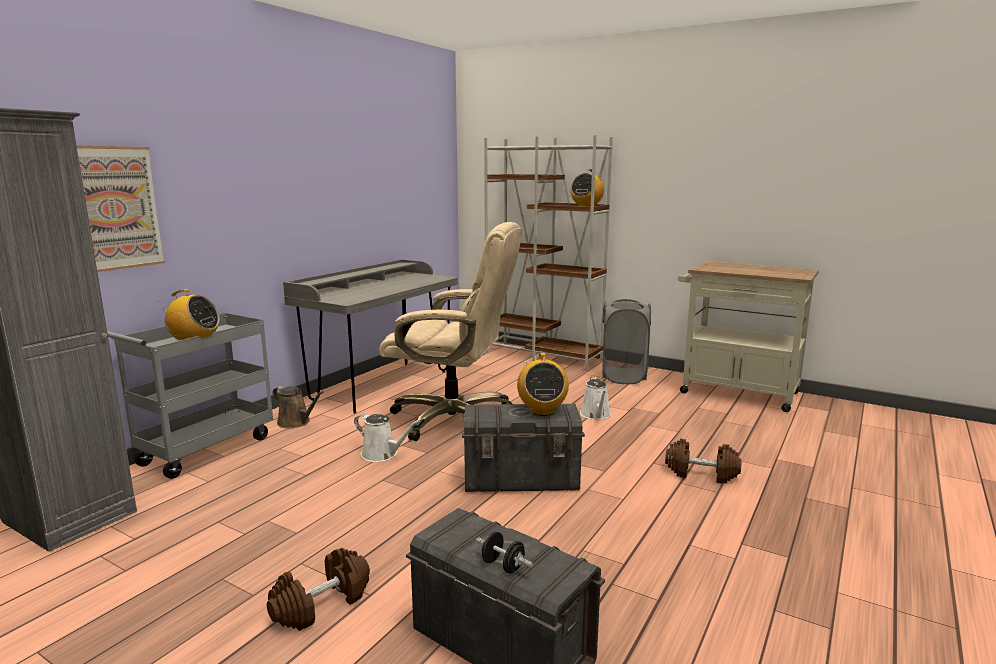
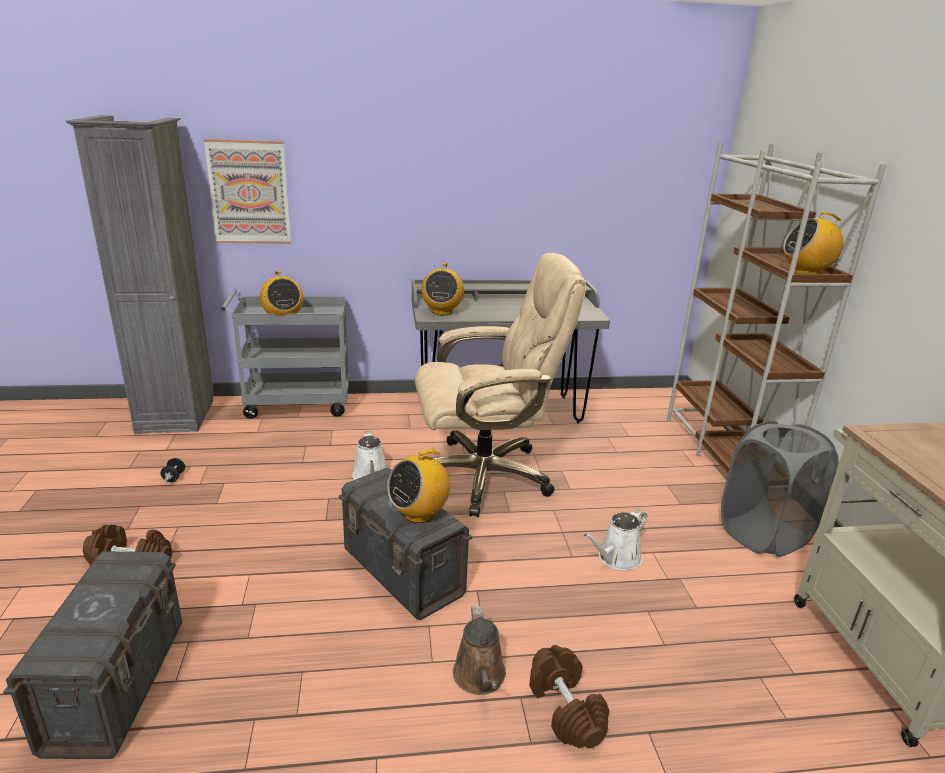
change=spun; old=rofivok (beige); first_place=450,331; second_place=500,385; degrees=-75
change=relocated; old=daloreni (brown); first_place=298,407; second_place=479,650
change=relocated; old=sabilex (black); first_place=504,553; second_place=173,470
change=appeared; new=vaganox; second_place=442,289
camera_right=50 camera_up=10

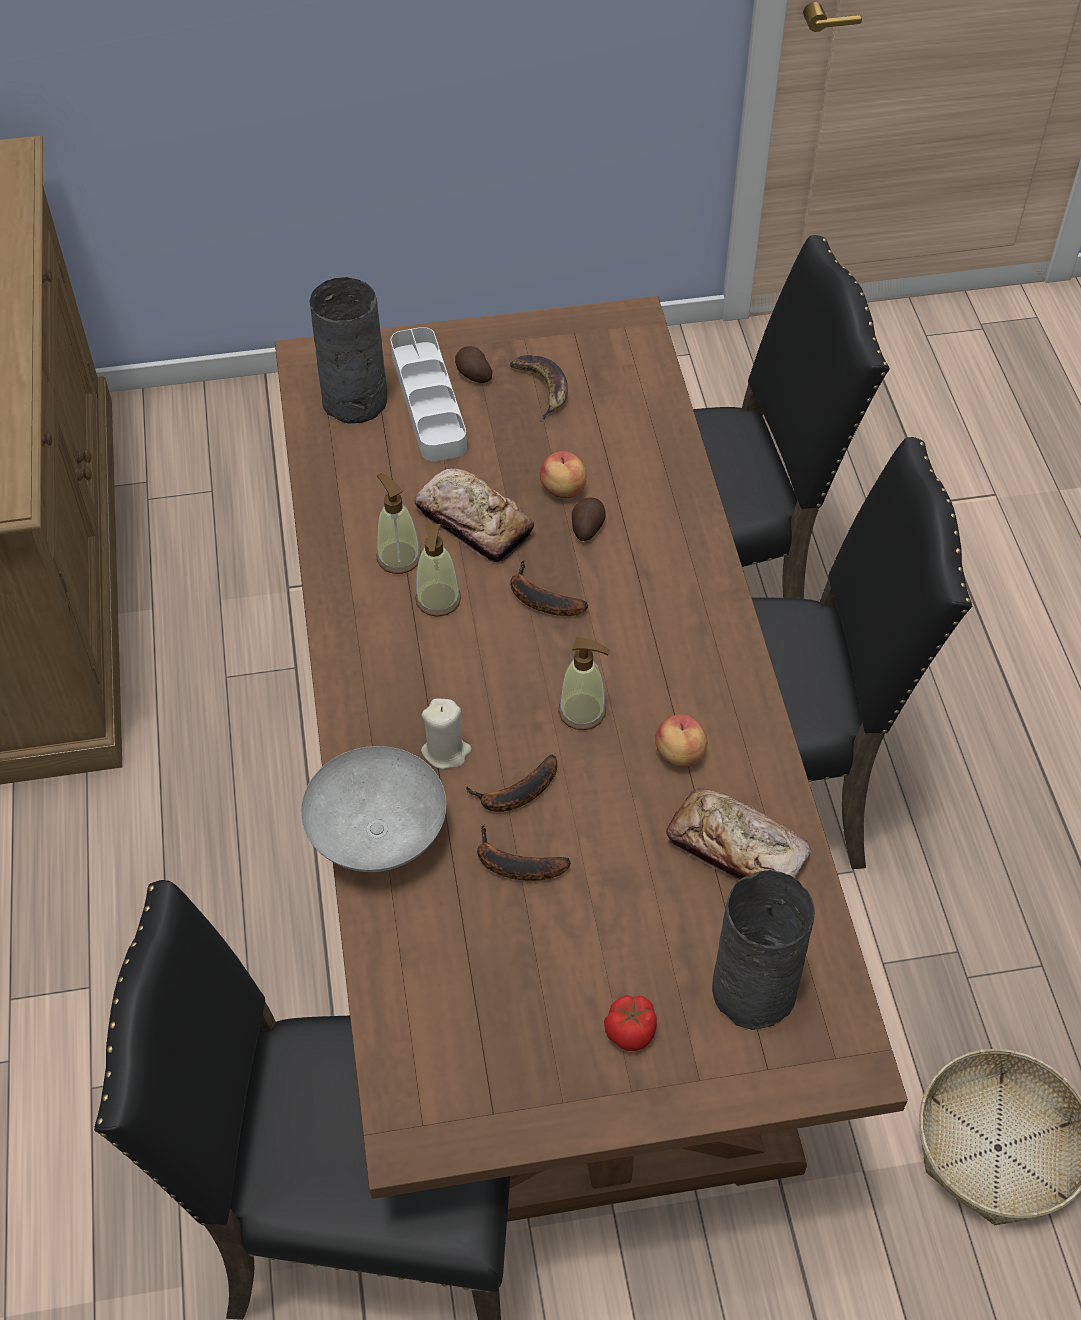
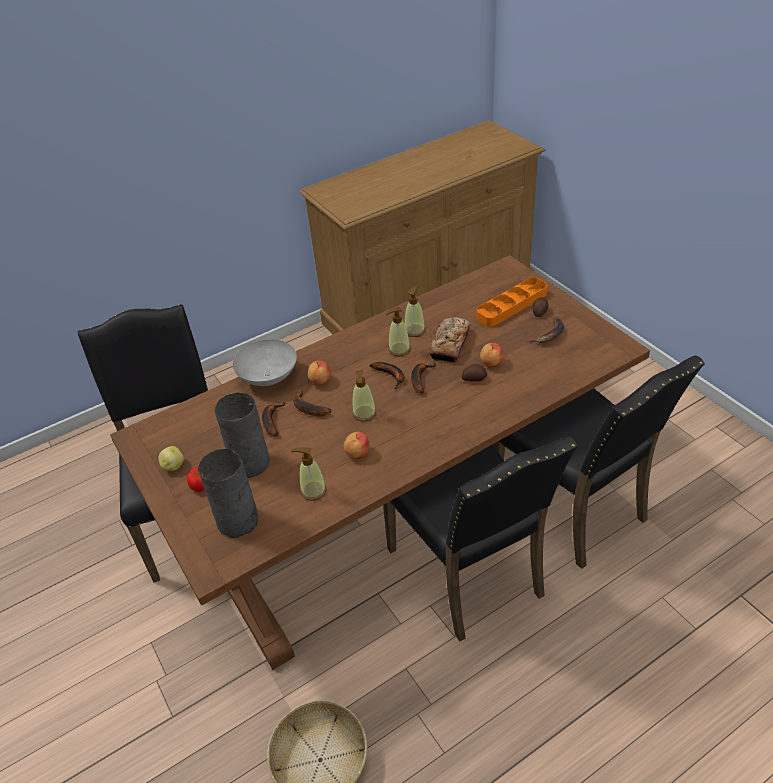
change=relocated; old=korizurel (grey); first_place=348,350; second_place=242,435
change=colour; old=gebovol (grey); new=gebovol (orange); first_place=429,394; second_place=511,302
change=exchanged; old=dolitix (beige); new=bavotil; first_place=446,733; second_place=319,373
change=exchanged; old=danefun; new=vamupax; first_place=738,834; second_place=308,474
change=appeared; new=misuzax; second_place=387,375
change=appeared; new=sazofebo; second_place=171,458
camera_right=70 camera_up=-10

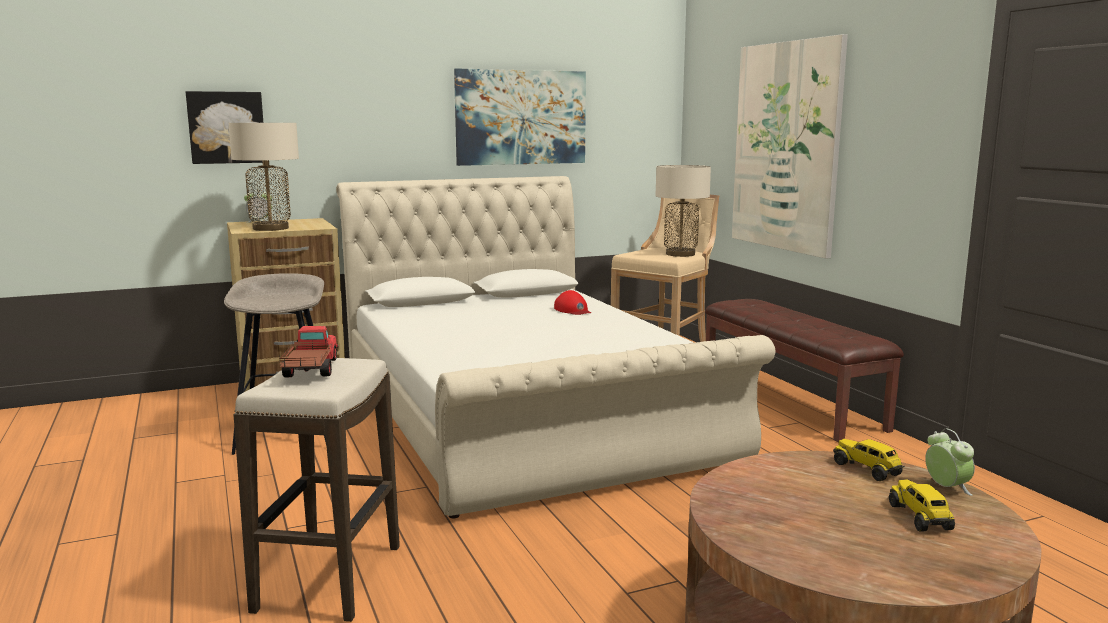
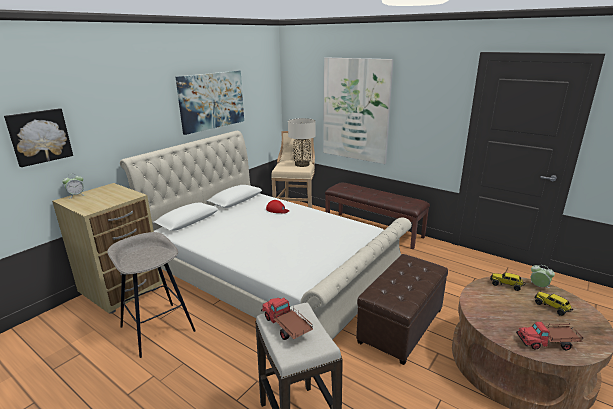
change=missing; old=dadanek; first_place=264,177
change=appeared; new=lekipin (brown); second_place=402,309
change=appeared; new=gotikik; second_place=550,336
camera_right=-30 camera_up=10

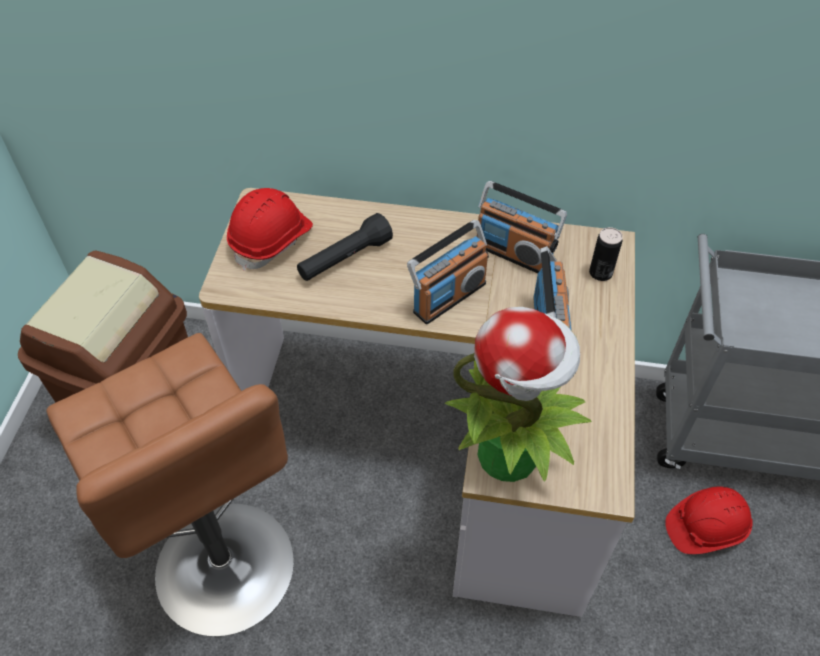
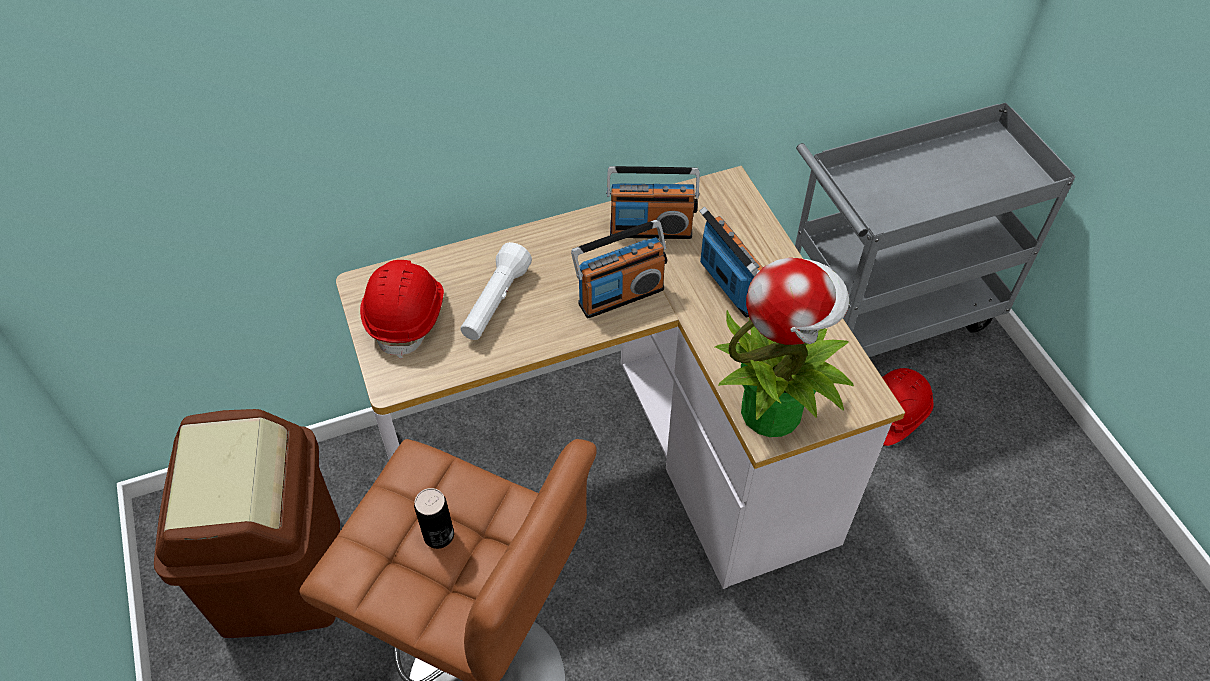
change=colour; old=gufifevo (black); new=gufifevo (white); first_place=345,247; second_place=496,291
change=spun; old=vaganox; first_place=448,272; second_place=619,269; degrees=45
change=relocated; old=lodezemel; first_place=606,254; second_place=434,518
camera_right=-30 camera_up=0

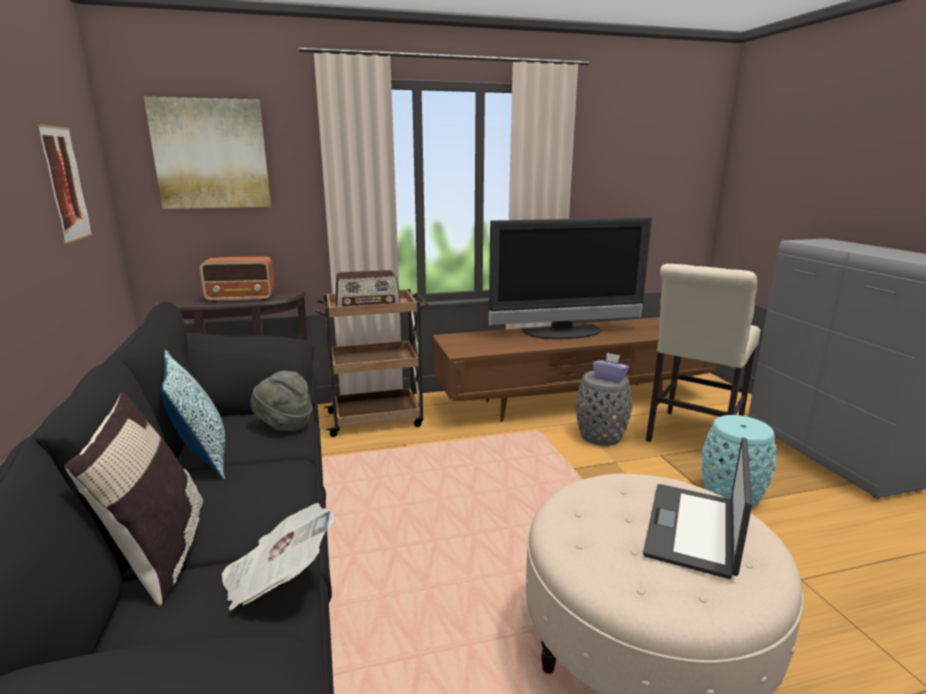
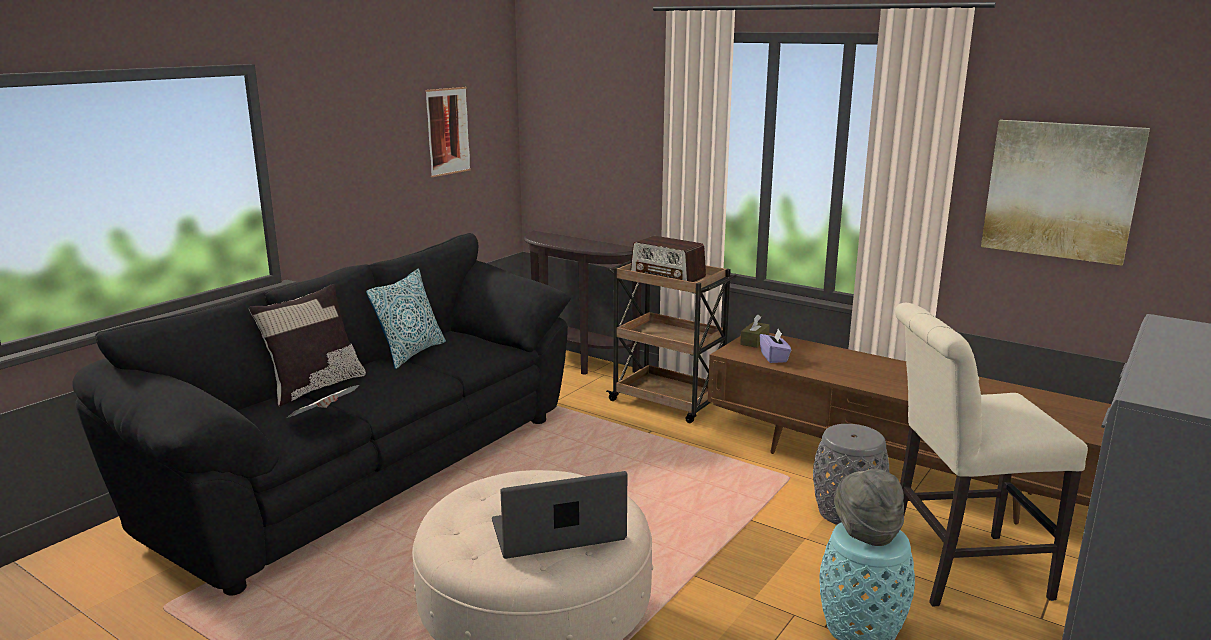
change=relocated; old=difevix; first_place=207,153; second_place=1065,193
change=missing; old=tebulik; first_place=570,278
change=missing; old=vaganox; first_place=237,279
change=relocated; old=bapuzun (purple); first_place=611,368; second_place=776,346
change=relocated; old=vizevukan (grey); first_place=281,401; second_place=869,507
change=appeared; new=bapuzun (brown); second_place=755,331
camera_right=50 camera_up=0

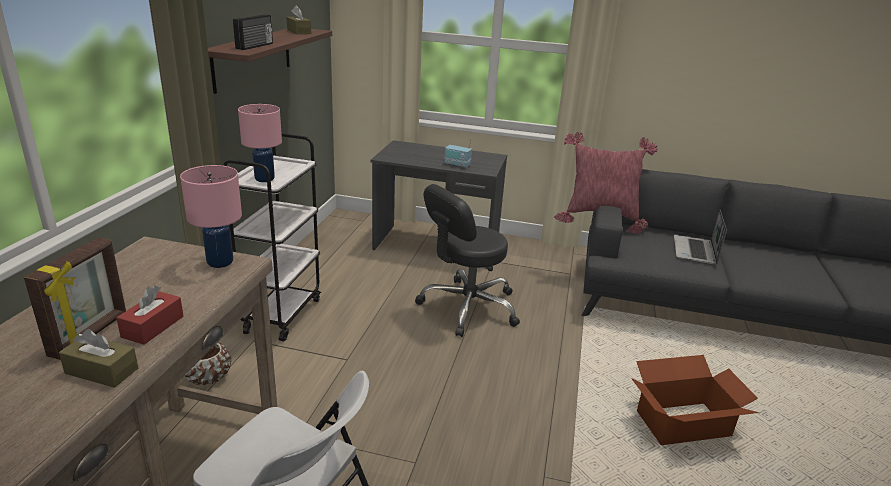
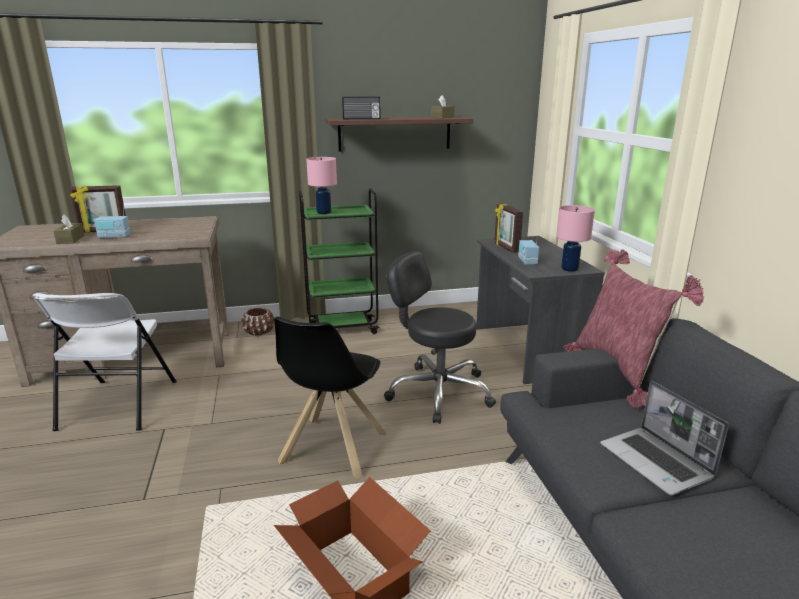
change=colour; old=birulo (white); new=birulo (green); first_place=272,237; second_place=339,261
change=relocated; old=dadanek (pink); first_place=211,216; second_place=575,238
change=spun; old=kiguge; first_place=700,237; second_place=664,438; degrees=-105
change=exchanged; old=bapuzun (red); new=vaganox; first_place=150,315; second_place=112,221
change=appeared; new=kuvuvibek; second_place=508,228
change=appeared; new=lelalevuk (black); second_place=330,398
camera_right=65 camera_up=-5

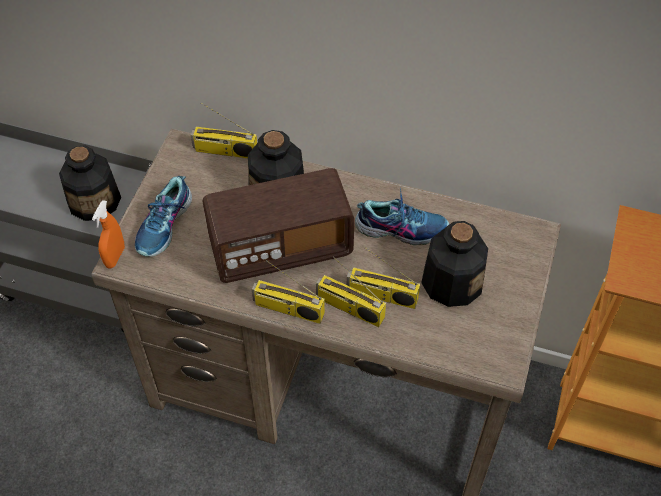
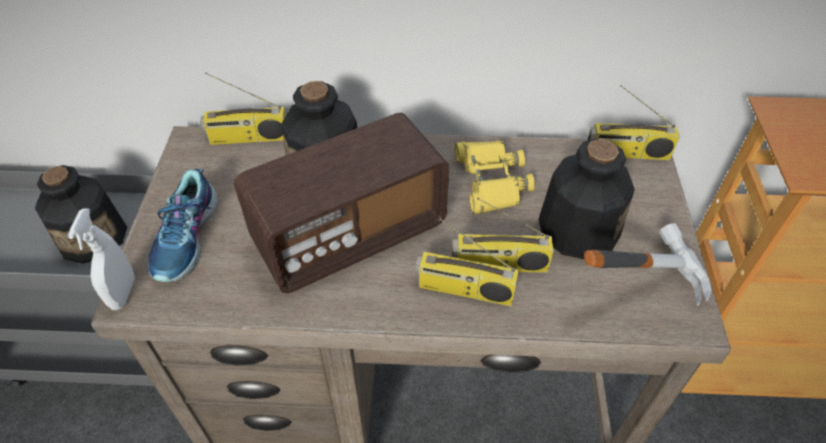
change=exchanged; old=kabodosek; new=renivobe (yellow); first_place=402,216; second_place=495,177
change=colour; old=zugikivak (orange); new=zugikivak (white); first_place=108,234; second_place=101,259
change=relocated; old=vaganox; first_place=288,292; second_place=633,122
change=appeared; new=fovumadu; second_place=647,264
camera_right=-15 camera_up=-5

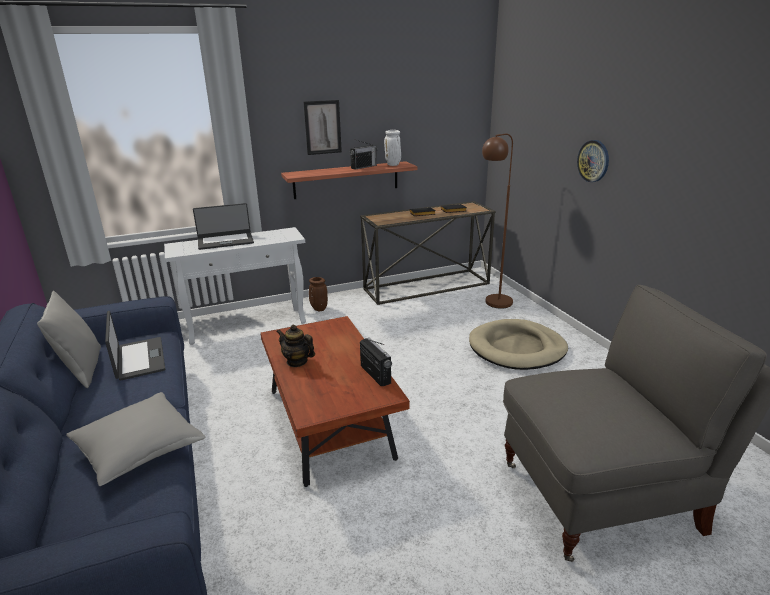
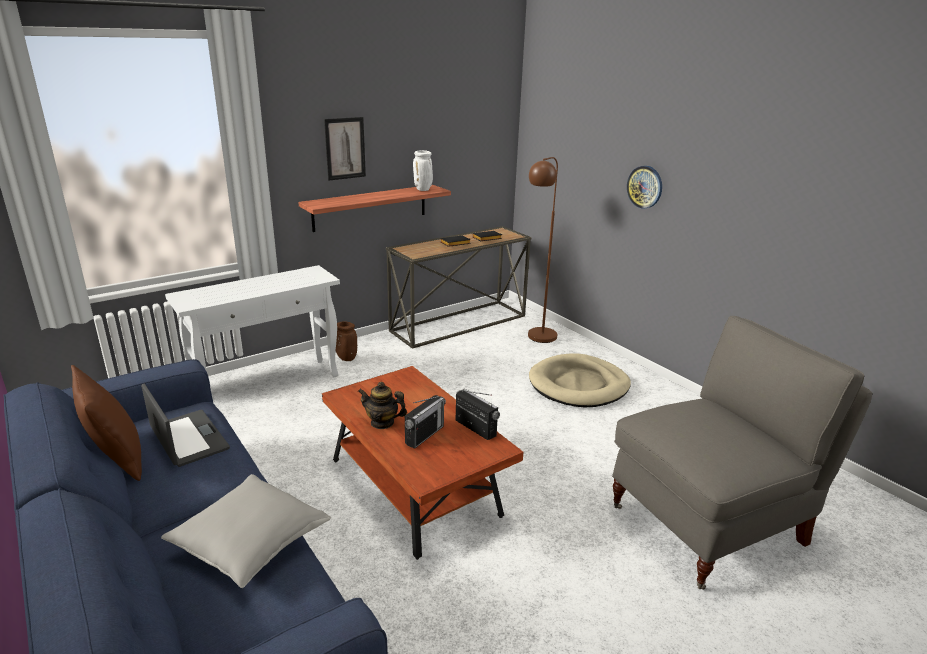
change=relocated; old=vaganox; first_place=364,154; second_place=425,422
change=missing; old=kiguge; first_place=223,226
change=colour; old=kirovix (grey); new=kirovix (brown); first_place=69,339; second_place=106,423
camera_right=-15 camera_up=0

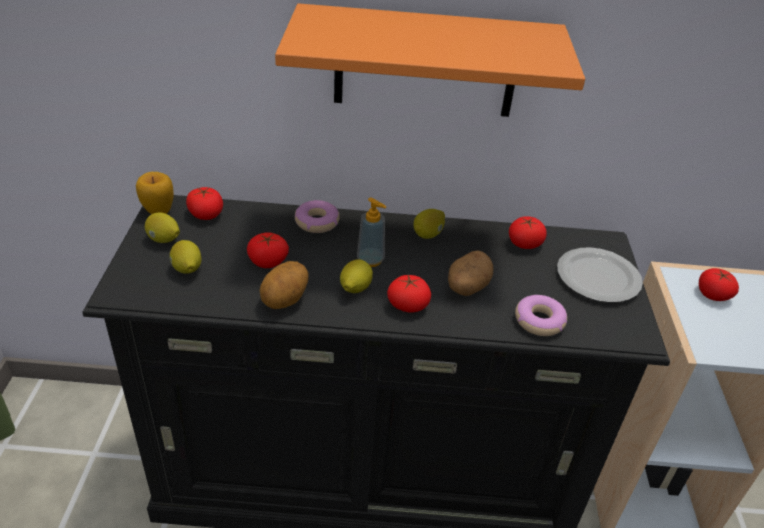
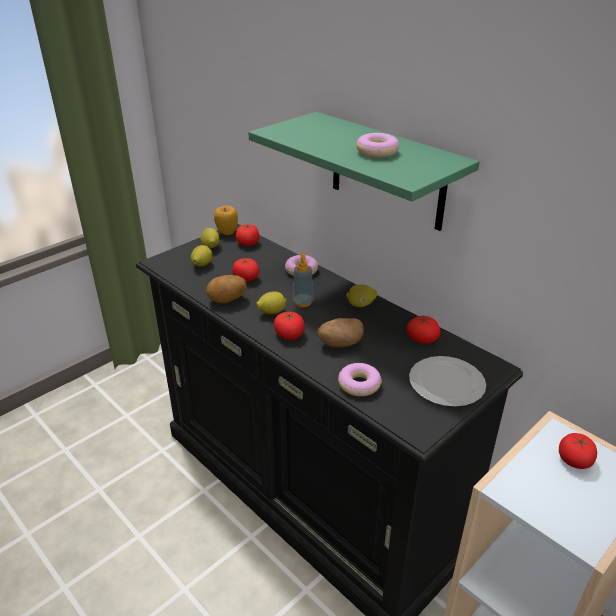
change=colour; old=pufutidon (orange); new=pufutidon (green); first_place=430,60; second_place=364,171
change=appeared; new=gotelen; second_place=377,145
camera_right=45 camera_up=-5

